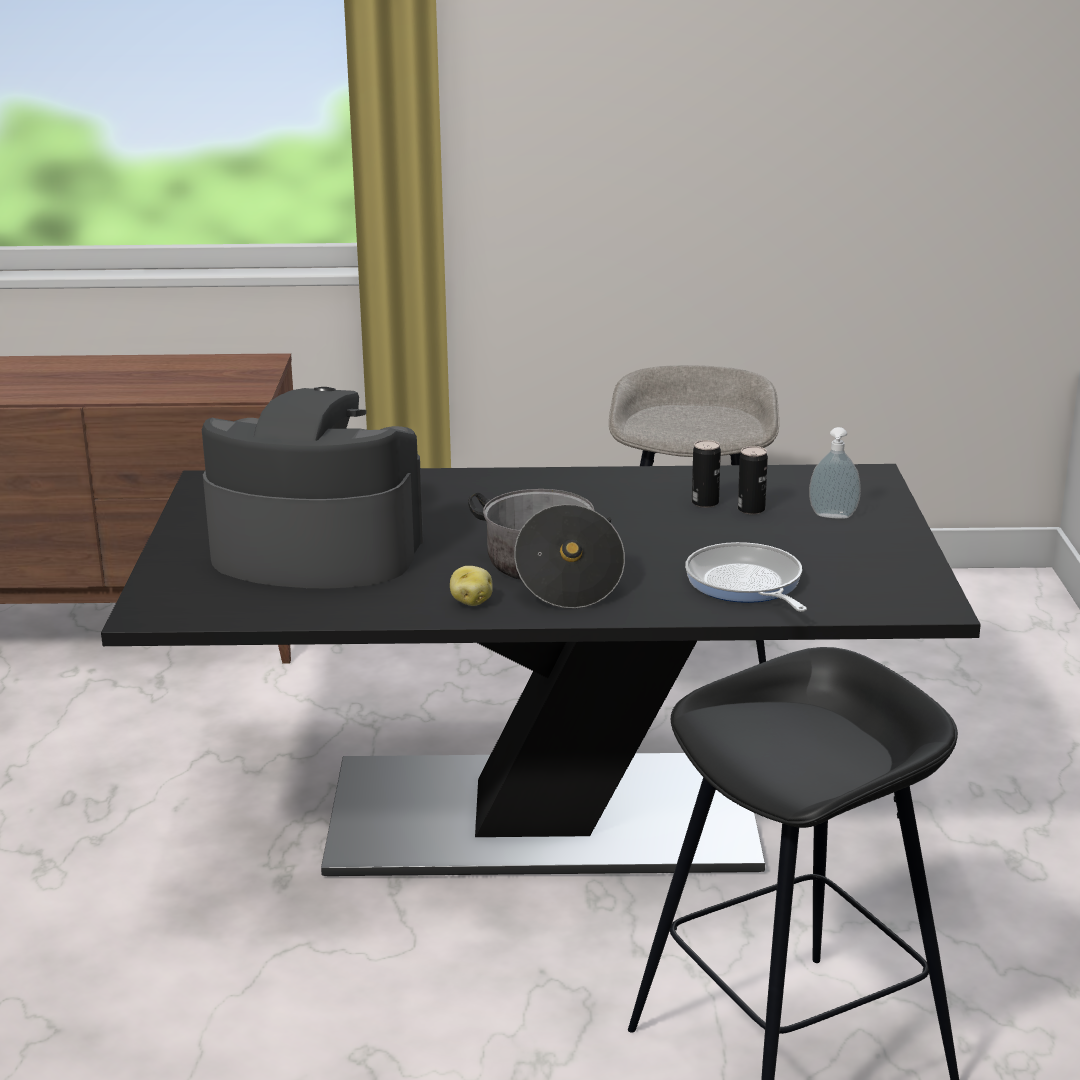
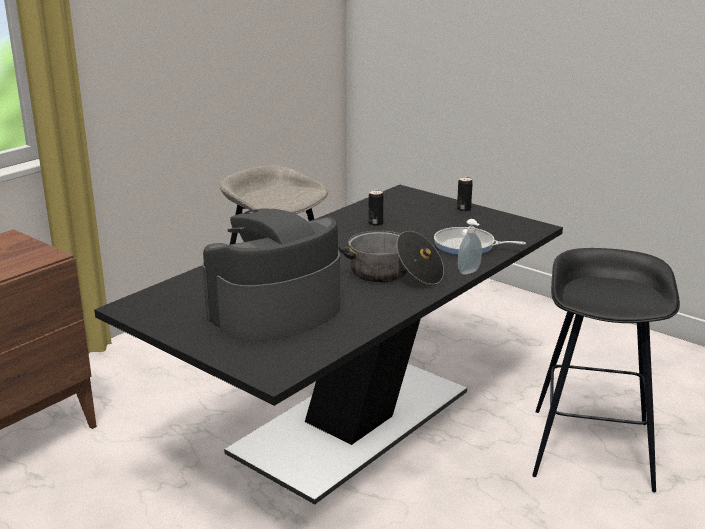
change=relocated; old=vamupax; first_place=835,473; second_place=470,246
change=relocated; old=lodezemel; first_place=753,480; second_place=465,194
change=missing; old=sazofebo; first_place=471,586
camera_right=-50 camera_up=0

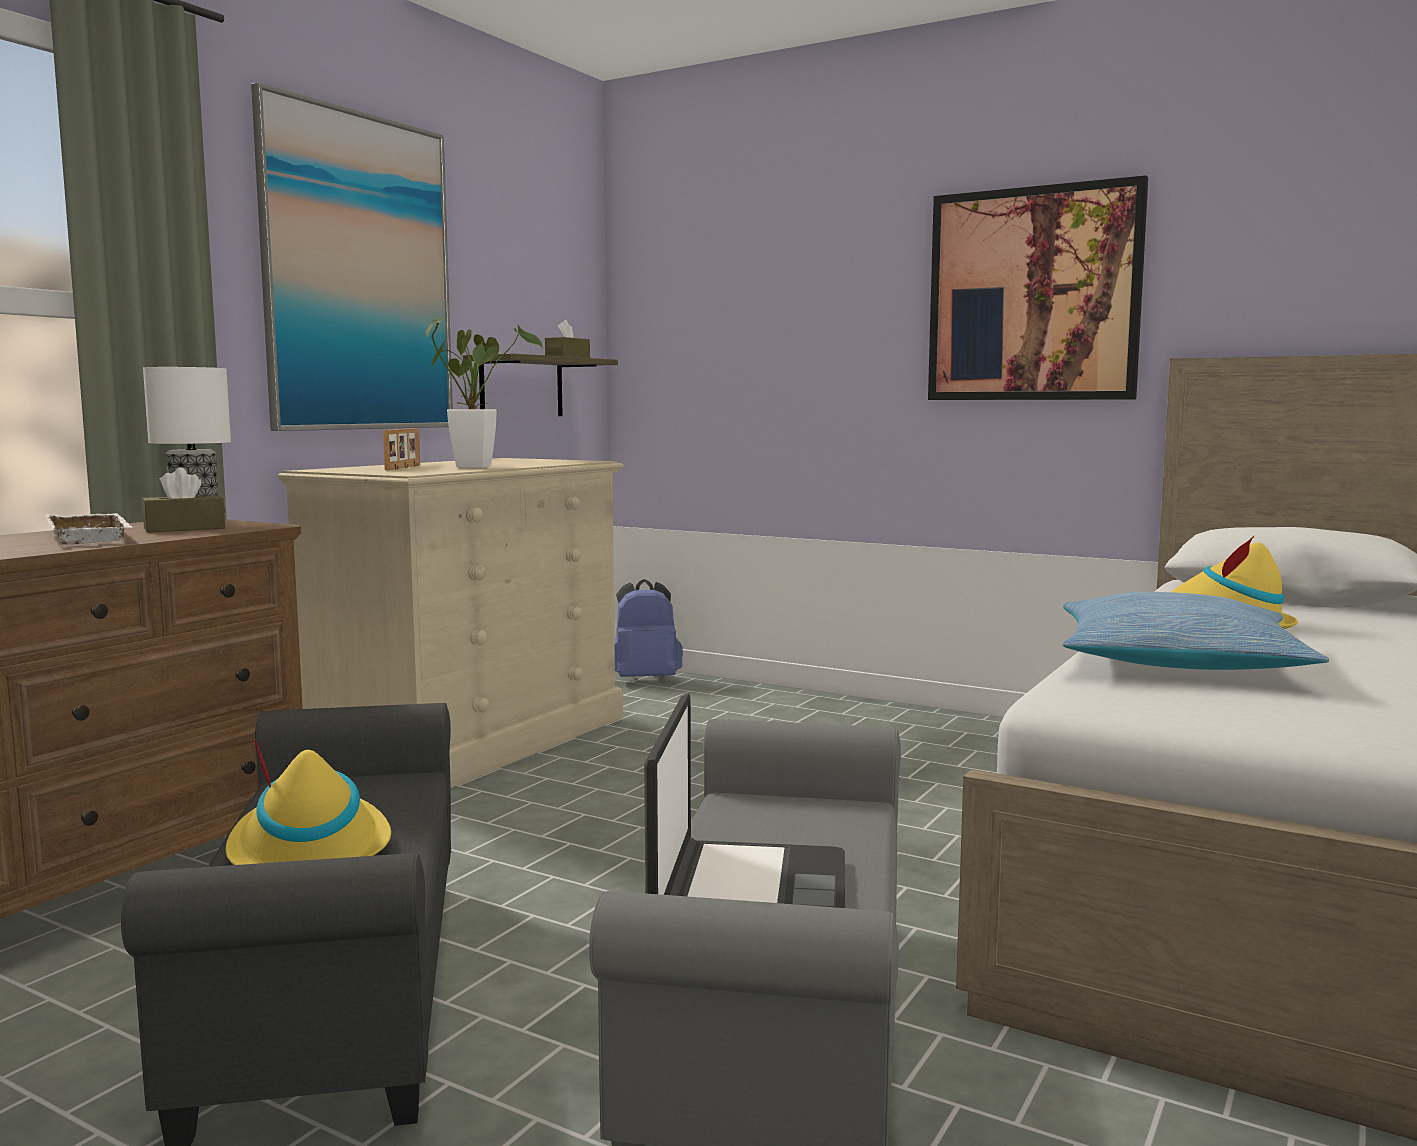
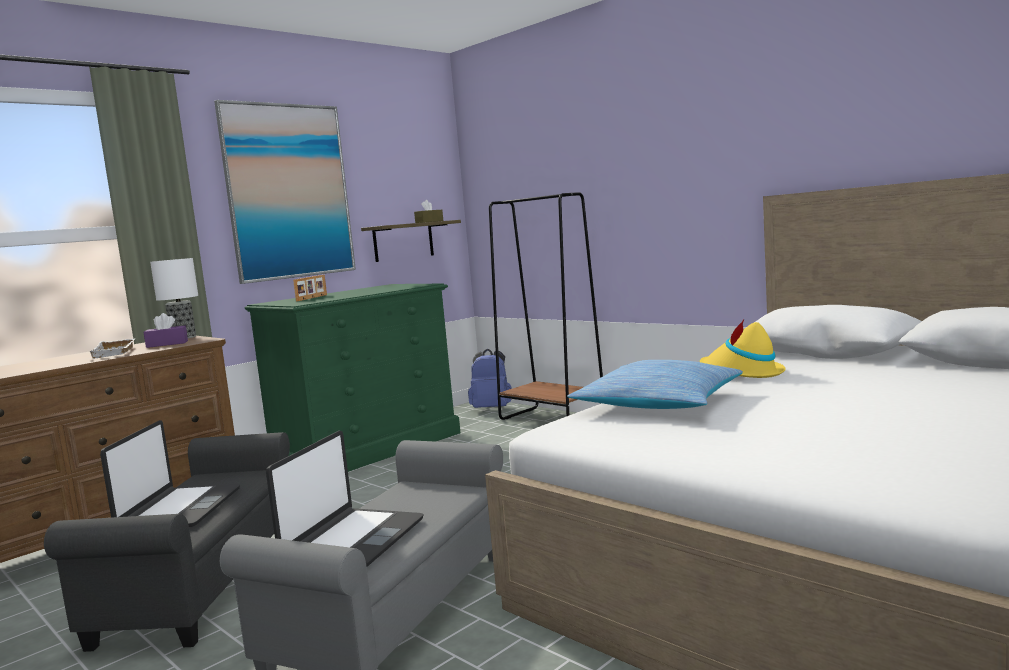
change=missing; old=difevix; first_place=1038,287
change=missing; old=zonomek; first_place=485,392
change=colour; old=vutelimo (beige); new=vutelimo (green); first_place=451,623; second_place=352,378
change=colour; old=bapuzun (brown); new=bapuzun (purple); first_place=183,500; second_place=166,330
change=exchanged; old=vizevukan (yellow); new=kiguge; first_place=308,802; second_place=170,473
change=appeared; new=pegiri; second_place=546,306
camera_right=15 camera_up=0

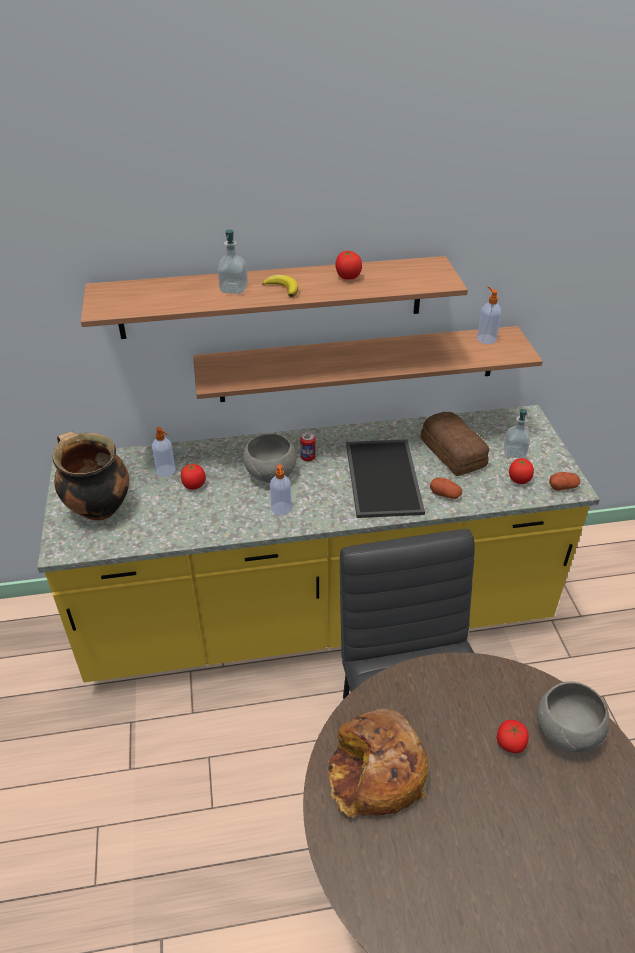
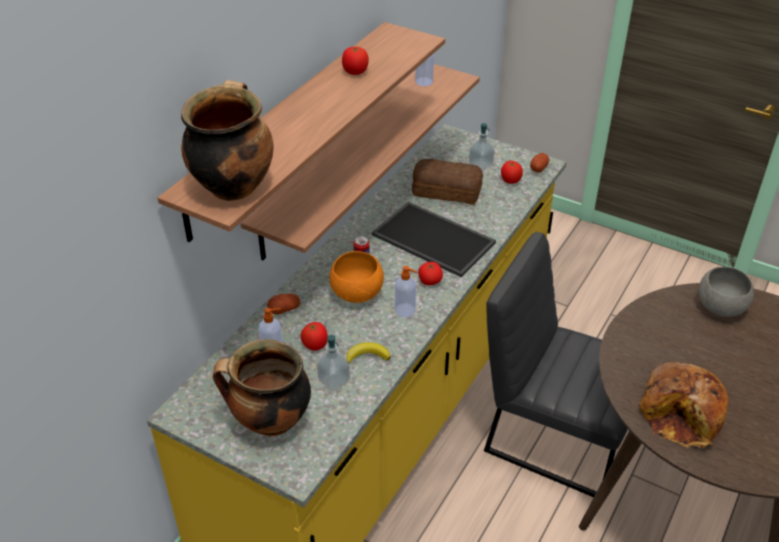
change=relocated; old=vamupax; first_place=233,262; second_place=333,363
change=relocated; old=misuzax; first_place=280,286; second_place=368,352
change=colour; old=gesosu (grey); new=gesosu (orange); first_place=269,458; second_place=356,277
change=relocated; old=sazofebo; first_place=446,488; second_place=283,304
change=relocated; old=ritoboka; first_place=513,736; second_place=430,273
change=appeared; new=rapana; second_place=227,140
camera_right=-50 camera_up=0

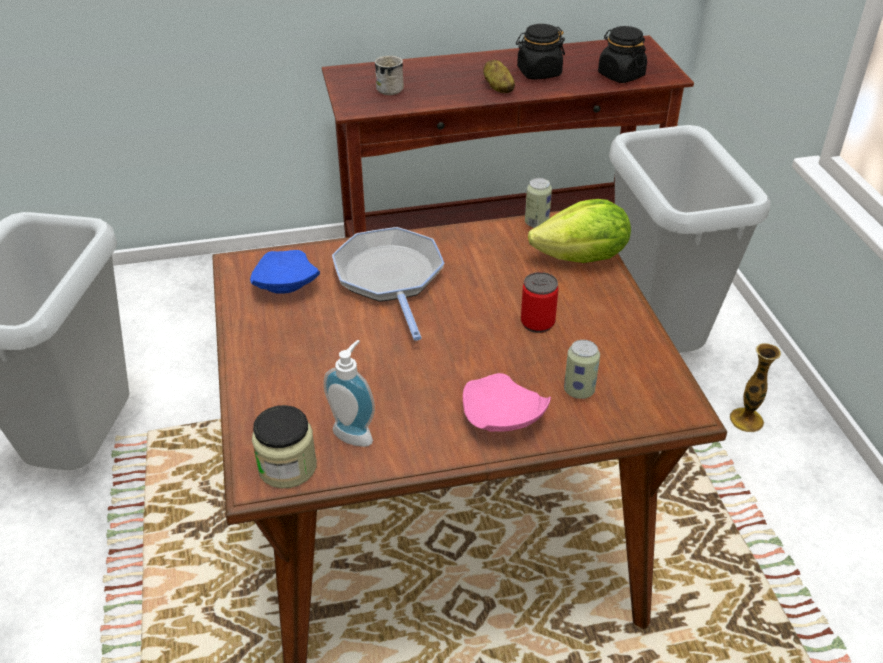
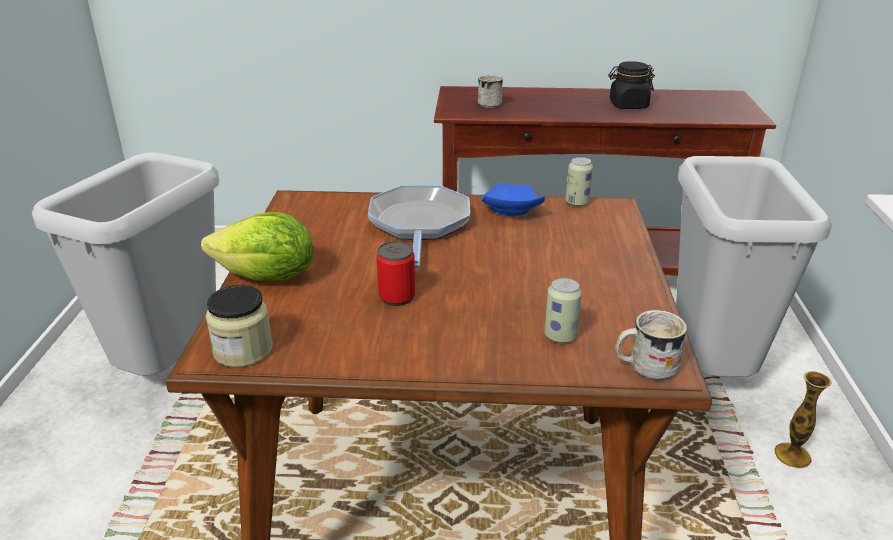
change=missing; old=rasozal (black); first_place=622,54
change=missing; old=sazofebo; first_place=499,76
change=relocated; old=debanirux; first_place=579,231; second_place=257,246
change=relocated; old=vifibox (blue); first_place=285,272; second_place=513,199
change=relocated; old=lodezemel; first_place=539,302; second_place=396,273
change=missing; old=vamupax; first_place=349,393
change=missing; old=vifibox (pink); first_place=507,402
change=appeared; new=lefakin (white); second_place=651,345
camera_right=15 camera_up=-10

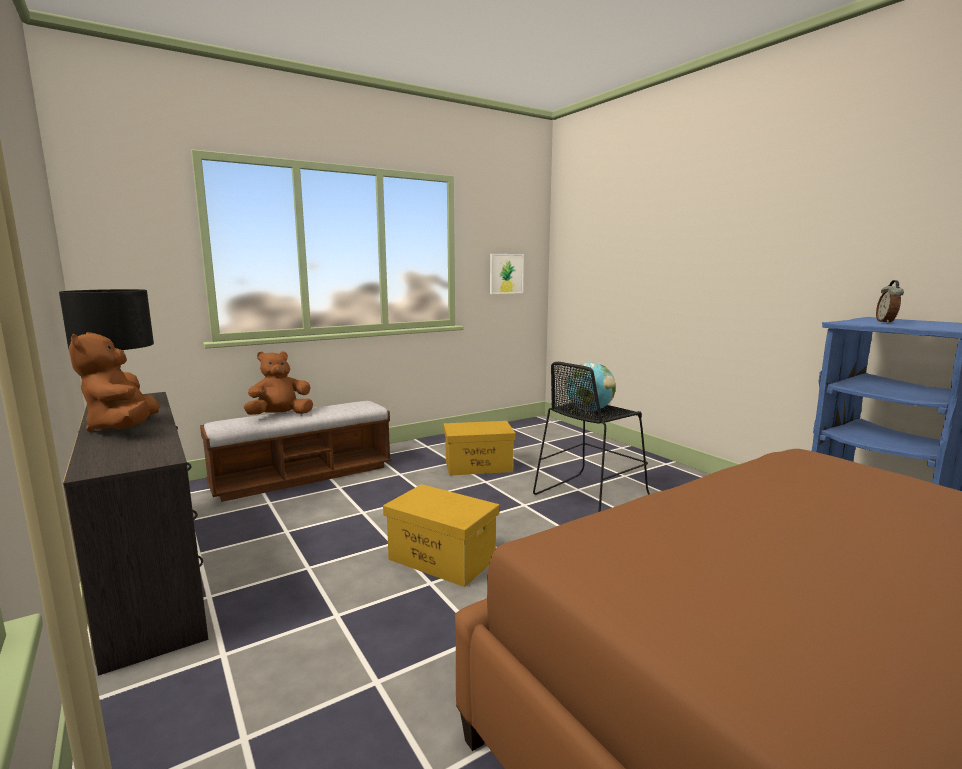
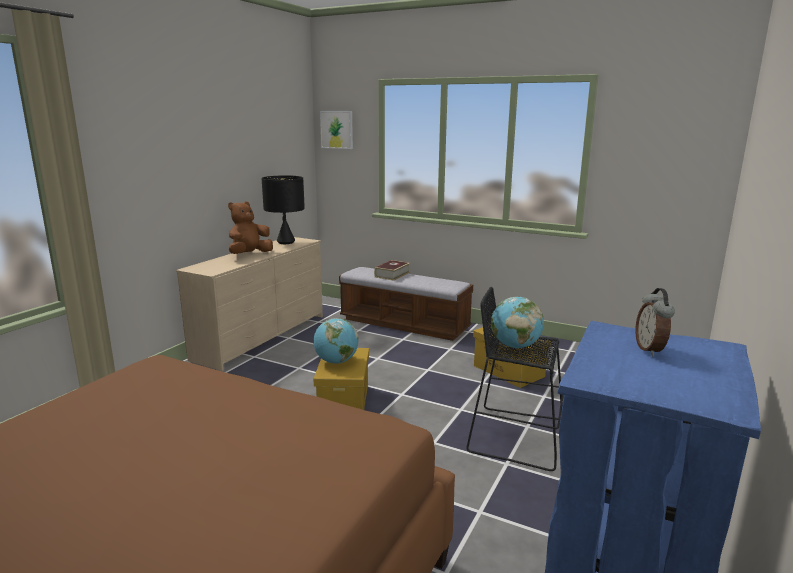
change=relocated; old=difevix; first_place=507,274; second_place=336,130
change=spun; old=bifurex; first_place=890,301; second_place=655,322; degrees=-75
change=exchanged; old=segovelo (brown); new=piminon; first_place=278,383; second_place=392,270
change=colour; old=vutelimo (black); new=vutelimo (beige); first_place=135,534; second_place=249,304
change=appeared; new=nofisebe; second_place=335,341
camera_right=60 camera_up=5

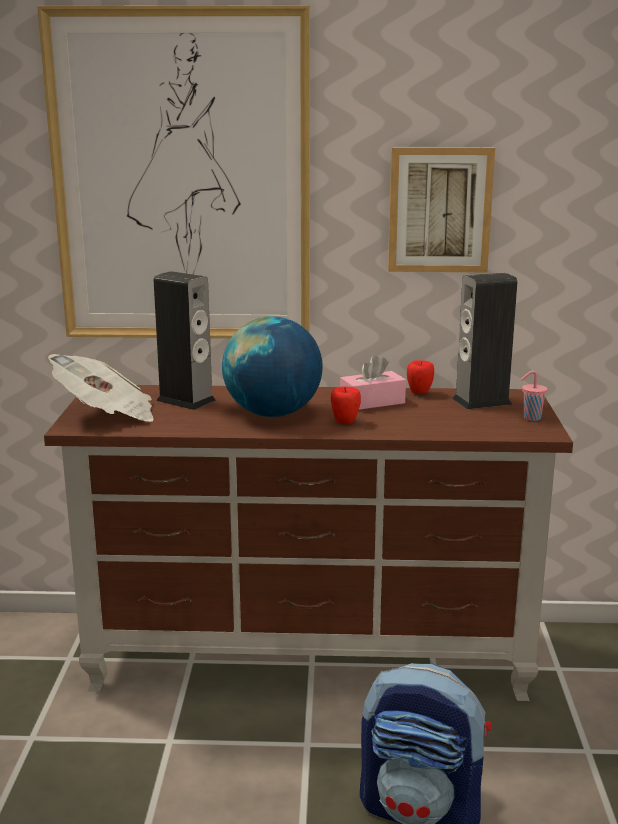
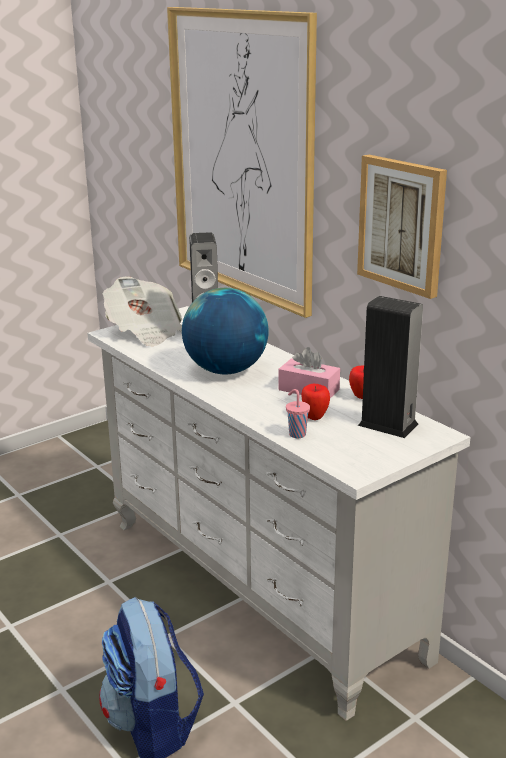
change=relocated; old=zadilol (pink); first_place=534,396; second_place=298,413
change=colour; old=vutelimo (brown); new=vutelimo (white); first_place=308,543; second_place=279,513
change=relocated; old=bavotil; first_place=346,405; second_place=315,402
camera_right=50 camera_up=5

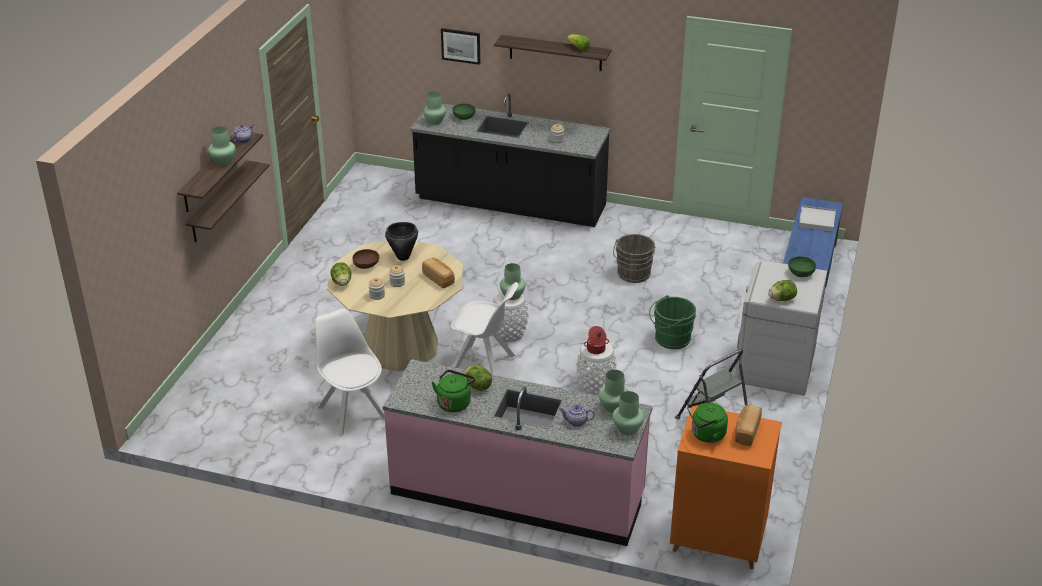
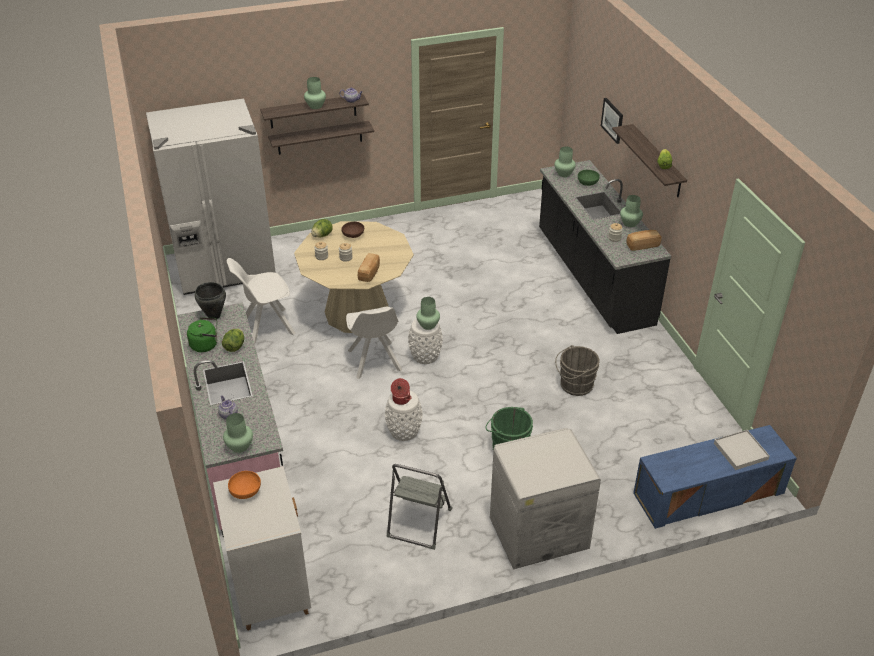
change=relocated; old=rapana (black); first_place=401,241; second_place=210,300
change=missing; old=gesosu (green); first_place=802,266
change=missing; old=debanirux; first_place=782,290
change=spun; old=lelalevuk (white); first_place=350,372; second_place=261,301; degrees=-135
change=relocated; old=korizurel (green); first_place=613,391; second_place=631,211
change=exchanged; old=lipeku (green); new=gesosu (orange); first_place=707,421; second_place=244,485
change=colour; old=vutelimo (orange); new=vutelimo (white); first_place=726,487; second_place=262,548
change=relocated; old=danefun; first_place=748,425; second_place=644,240
change=appeared; new=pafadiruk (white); second_place=211,197
camera_right=55 camera_up=5

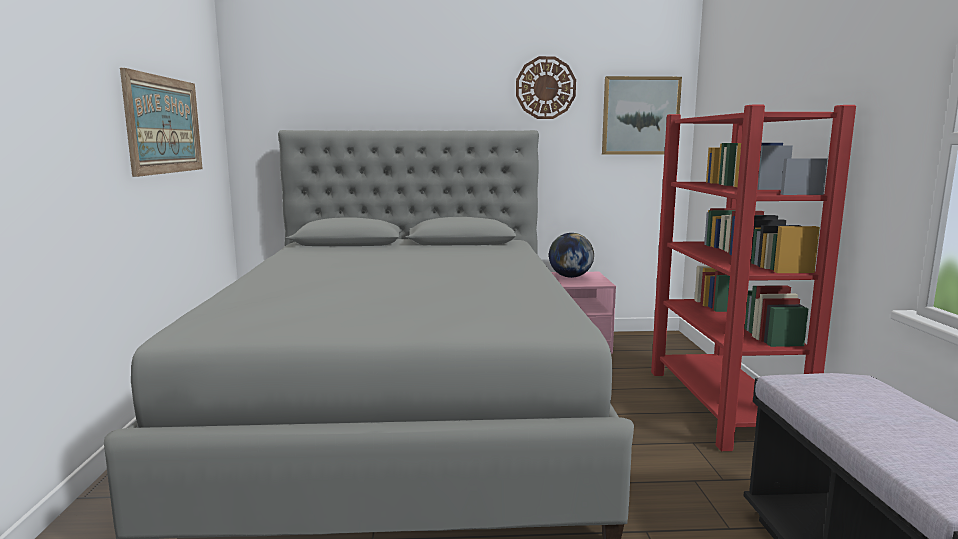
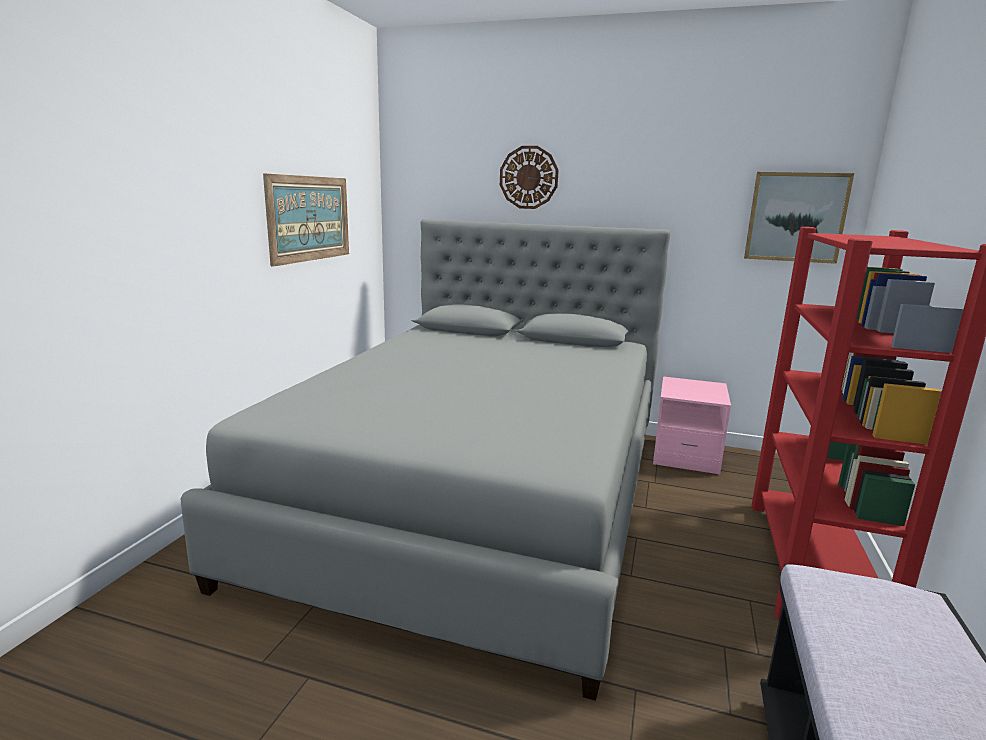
change=relocated; old=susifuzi; first_place=546,87; second_place=529,177
change=missing; old=nofisebe; first_place=571,255
camera_right=20 camera_up=5

